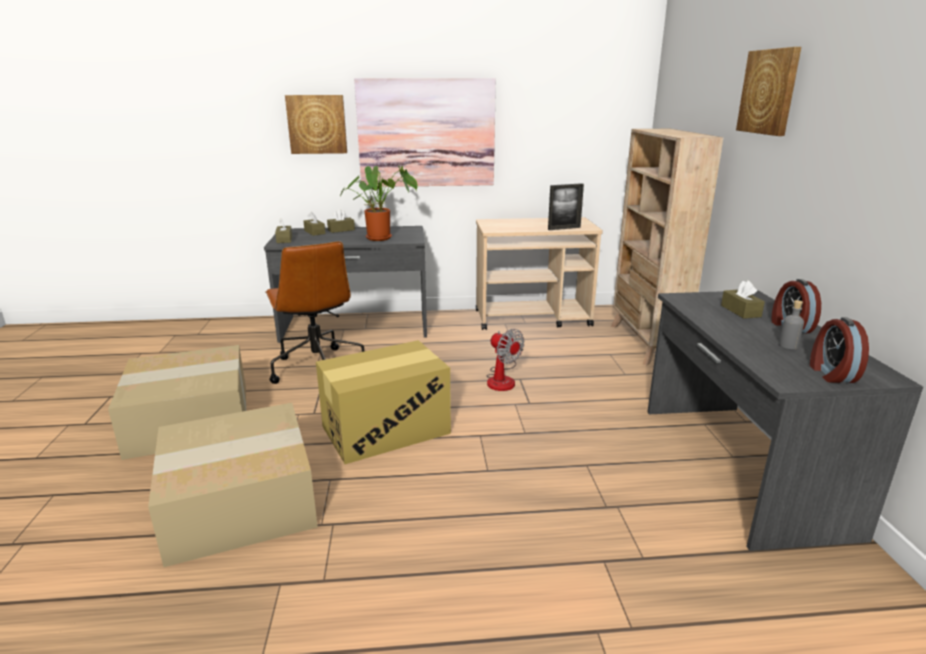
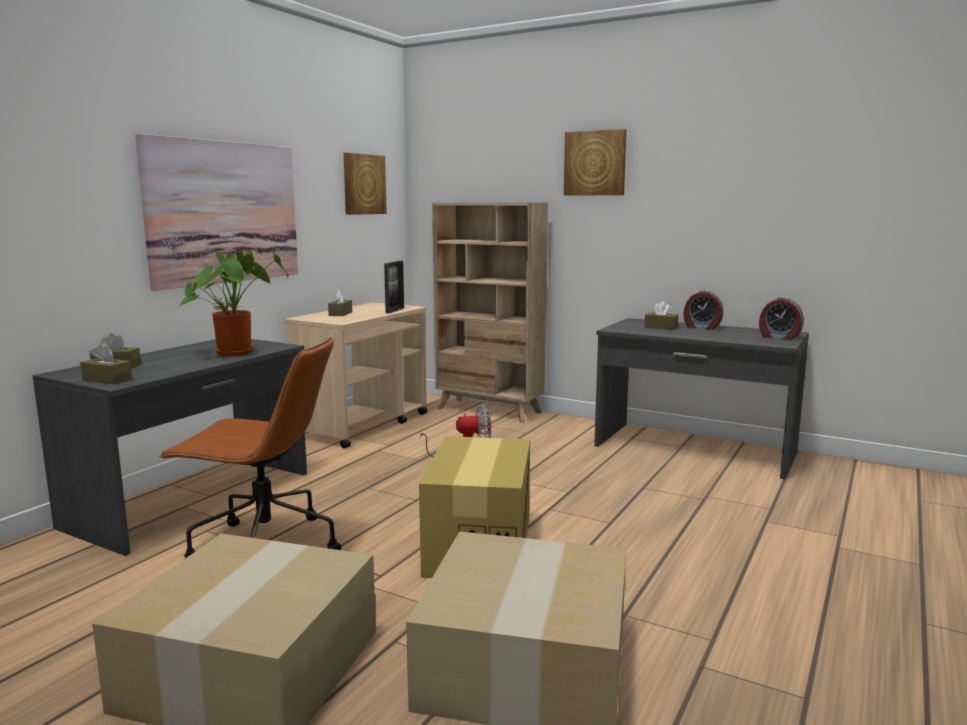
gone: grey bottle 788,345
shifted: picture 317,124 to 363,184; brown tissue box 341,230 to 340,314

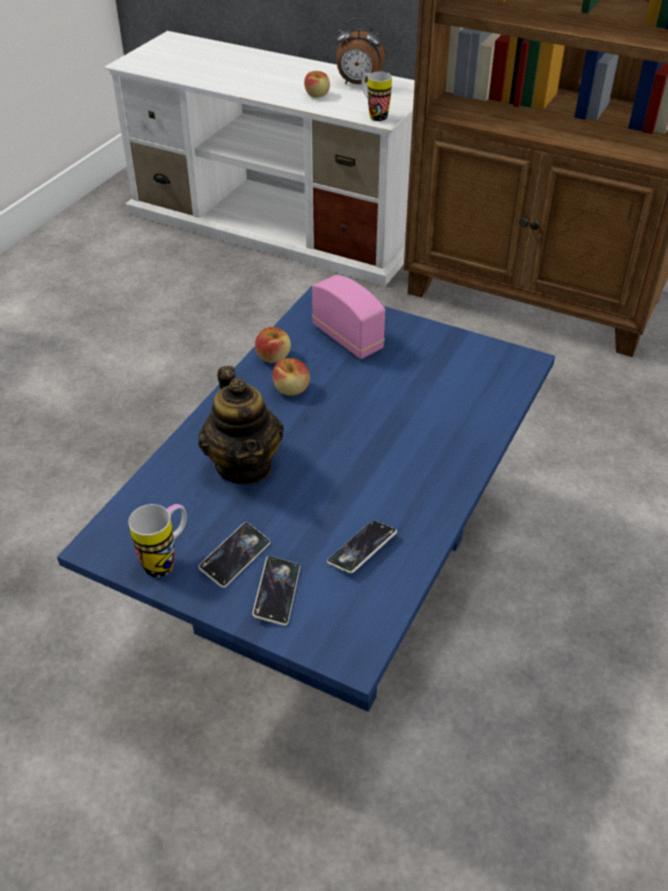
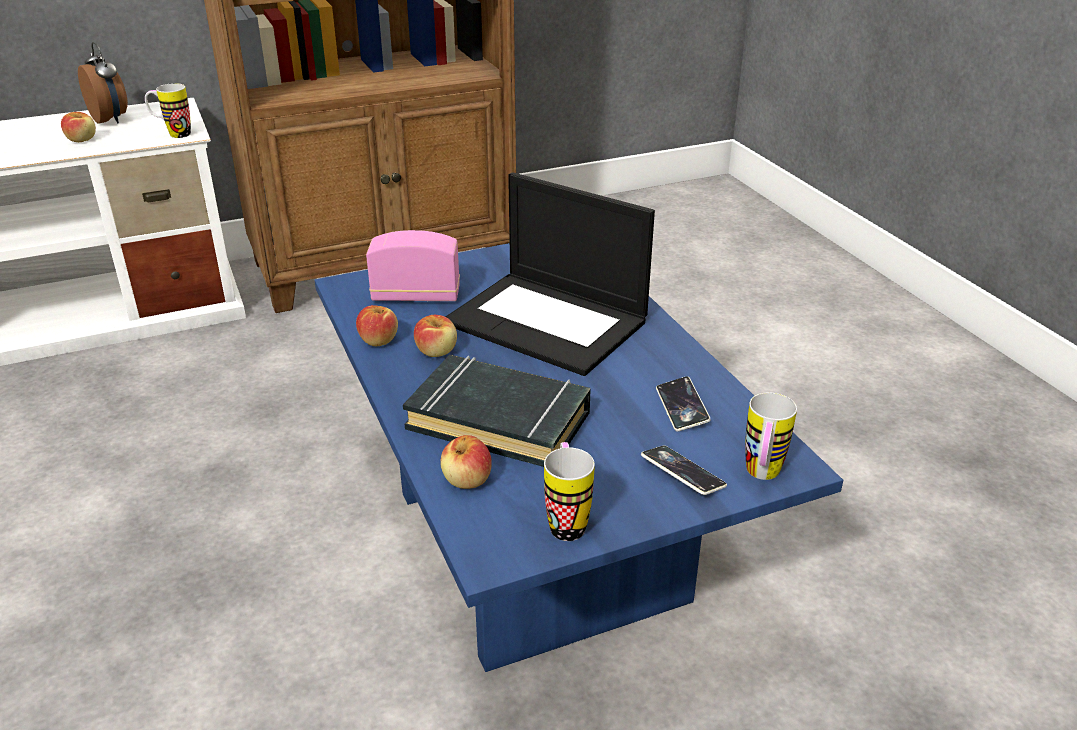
gone: phone 235,558
new: laptop 549,322; mug 761,476; apple 467,480
swapped: teapot 244,465 to black book 499,420
rotated: alarm clock 358,84 = 111,119 90 degrees counterclockwise

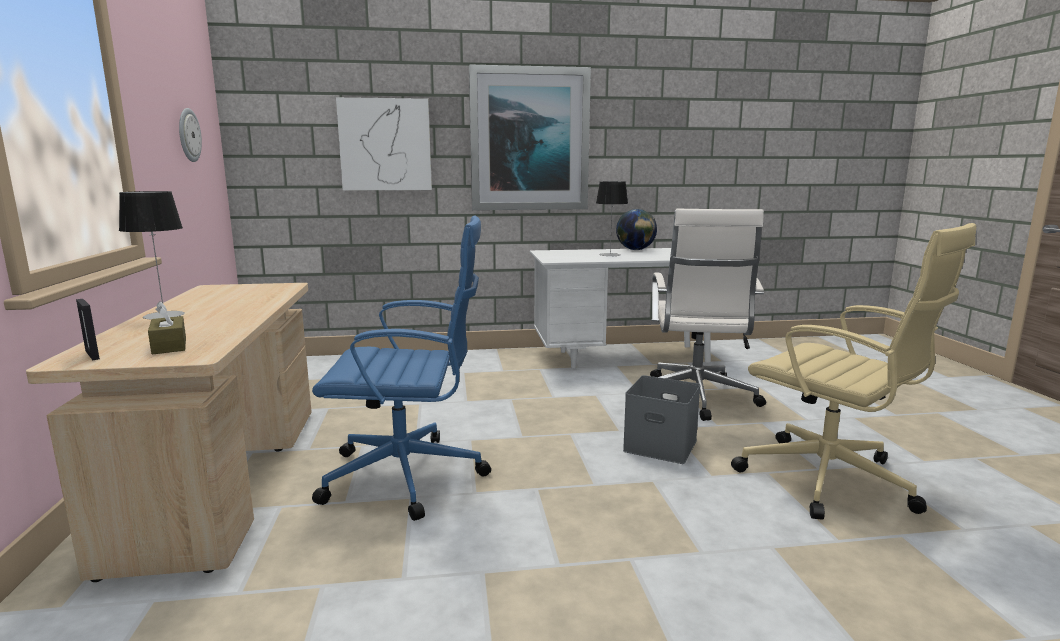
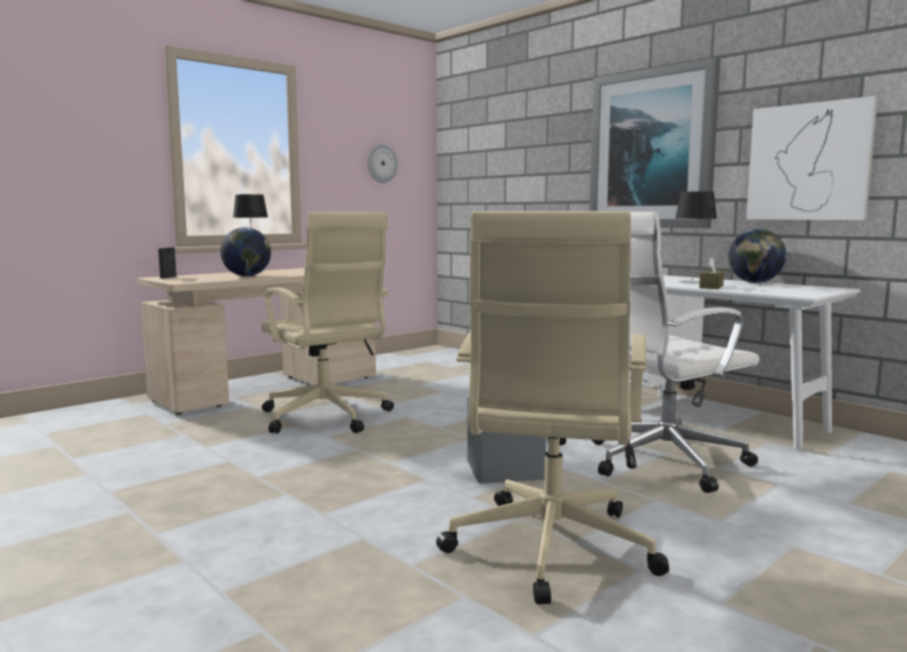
new: globe 247,276
shifted: picture 385,145 to 808,162; brown tissue box 169,345 to 711,287
repainted: blue office chair 409,476 to beige office chair 327,418

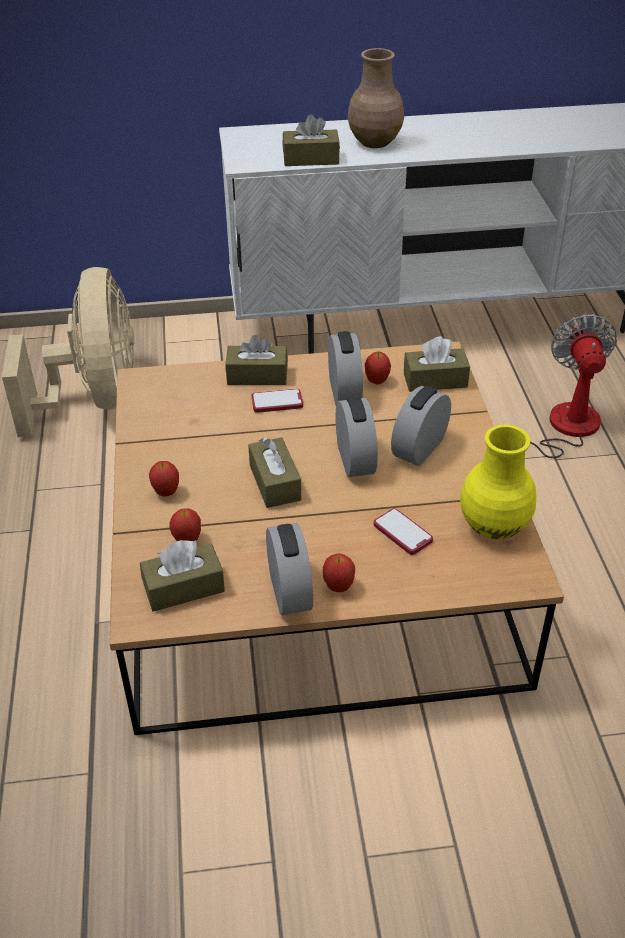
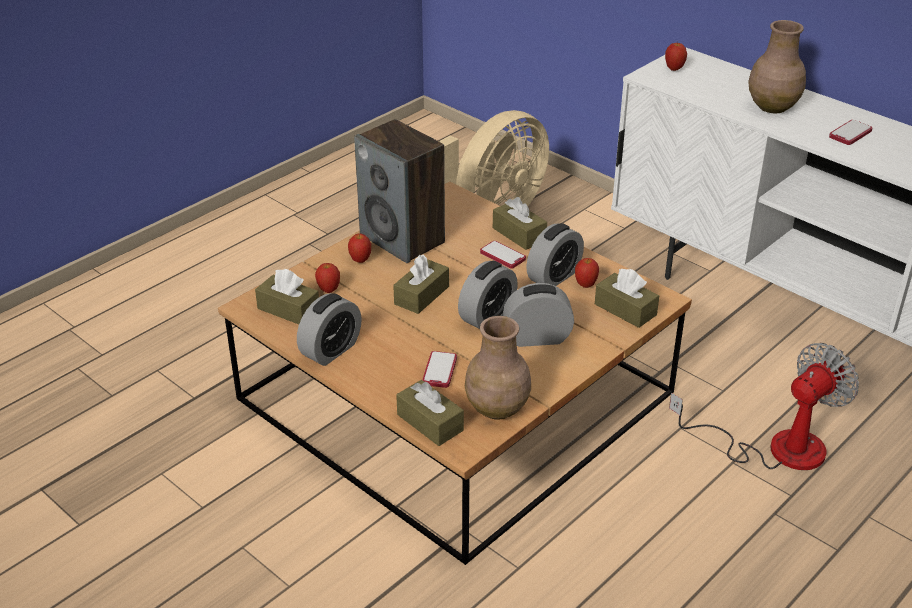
new: speaker 403,239; phone 850,134
shifted: brown tissue box 311,159 to 430,422; apple 338,587 to 674,69
repainted: yellow vase 495,526 to brown vase 497,409

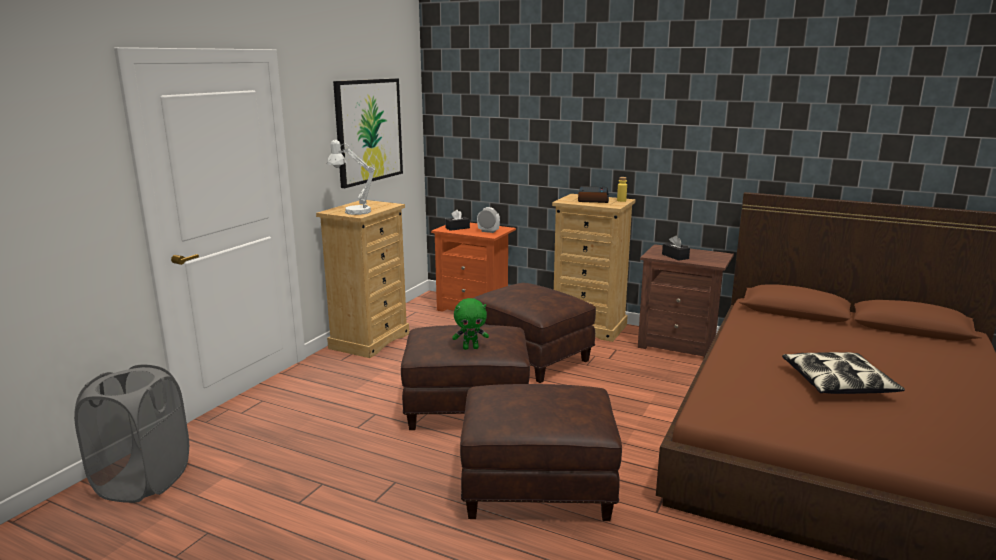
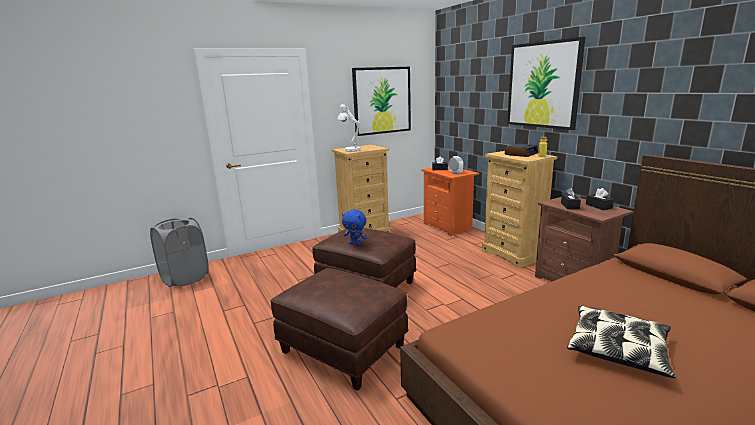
gone: brown ottoman 531,357
new: picture 543,85; black tissue box 598,206
repainted: green plush toy 471,348 to blue plush toy 355,244

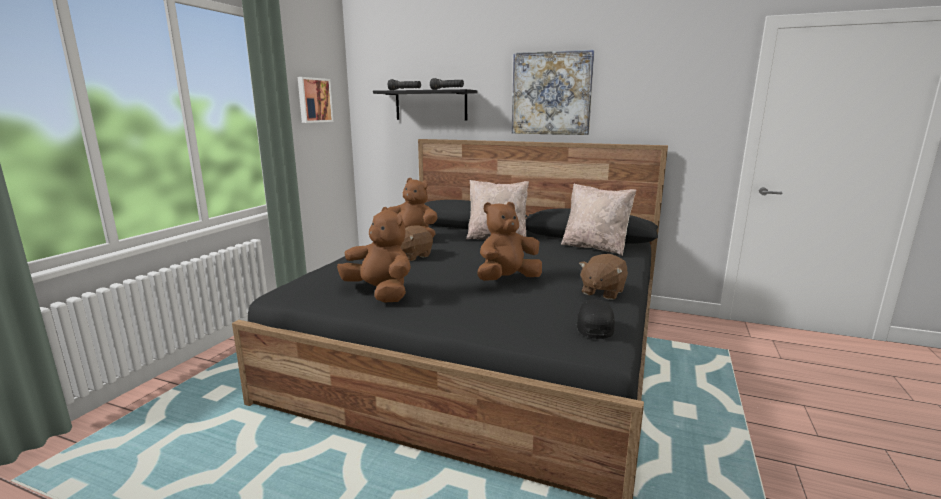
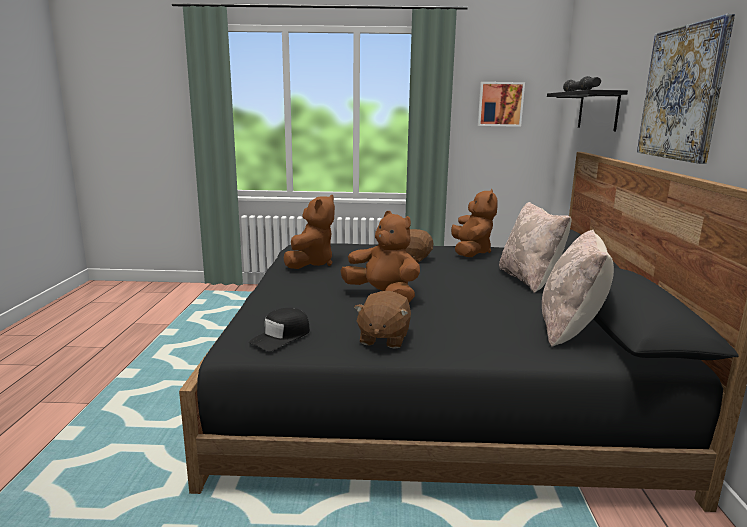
rotated: brown plush toy 602,292 = 383,338 90 degrees counterclockwise; black cap 594,325 = 281,337 135 degrees clockwise

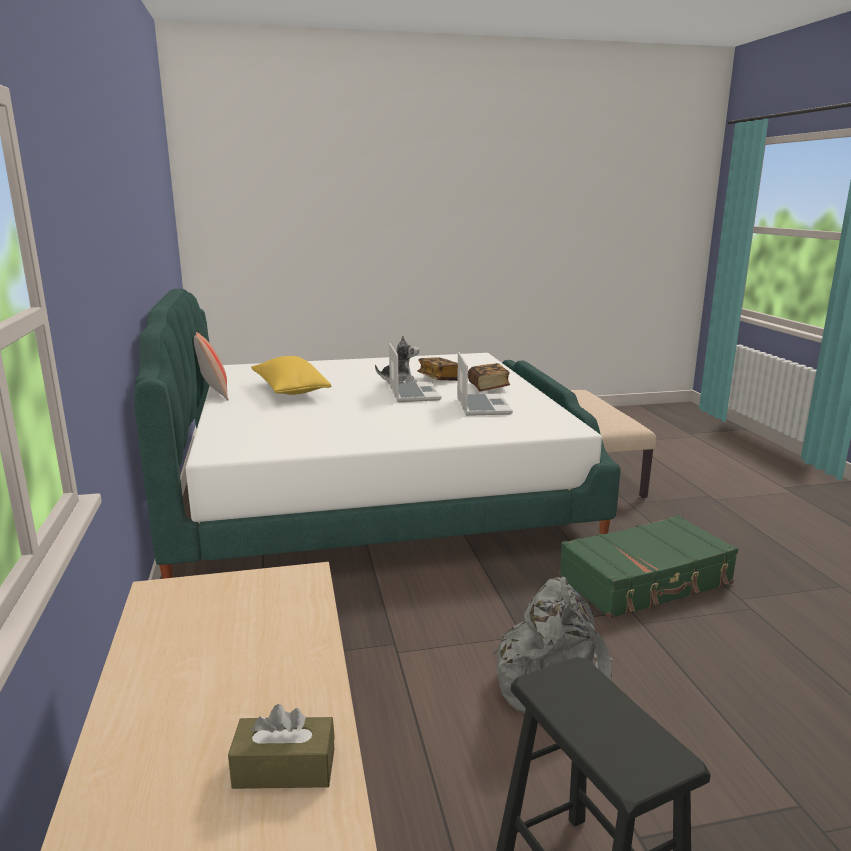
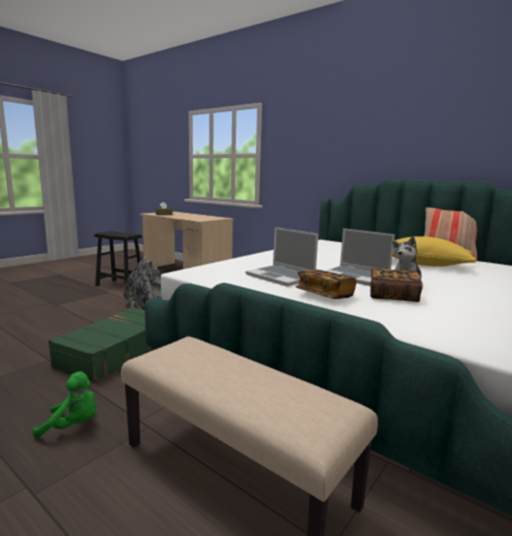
new: green plush toy 73,426

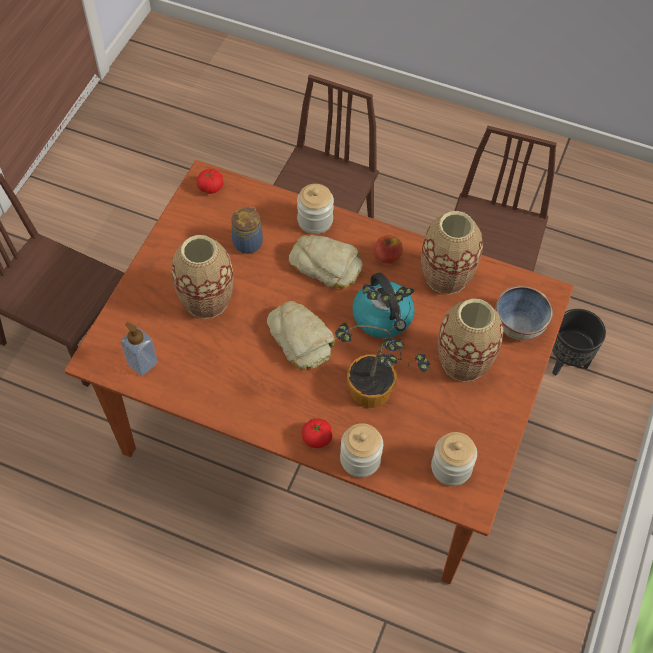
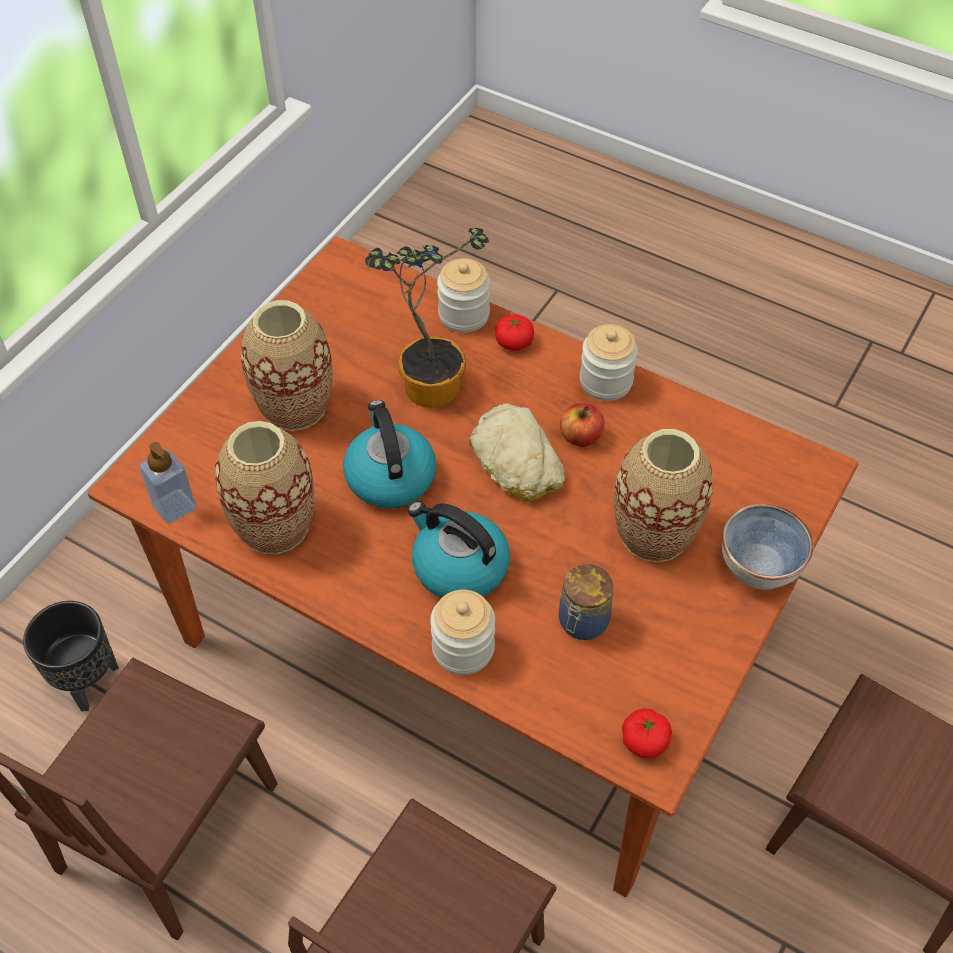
shifted: apple 387,256 to 580,436; bowl 519,325 to 758,566; soap dispenser 142,363 to 174,506; jar 451,468 to 605,381
swapped: bread 326,265 to kettle 458,567

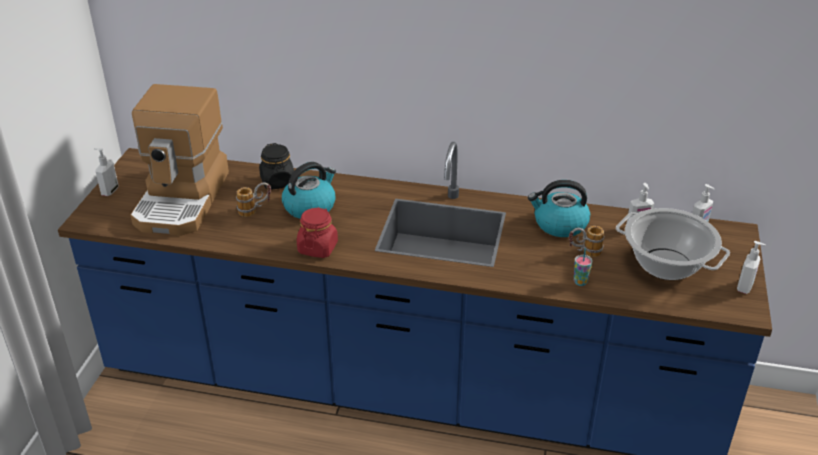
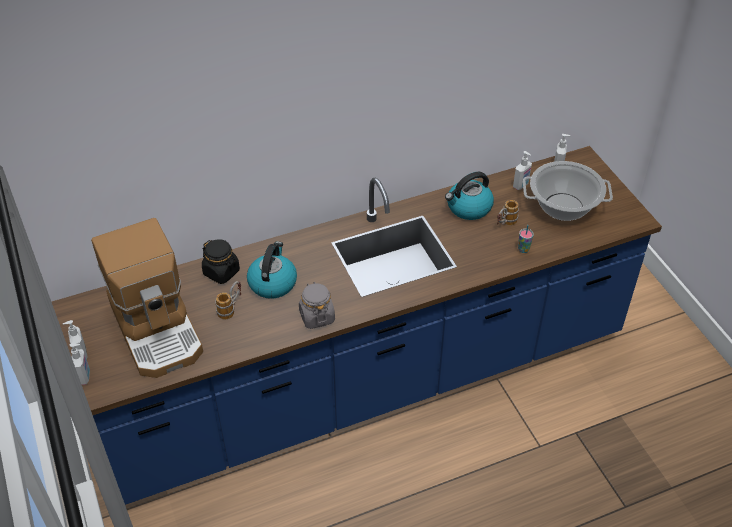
shifted: soap dispenser 745,287 to 84,377
repainted: red jar 318,248 to grey jar 317,316

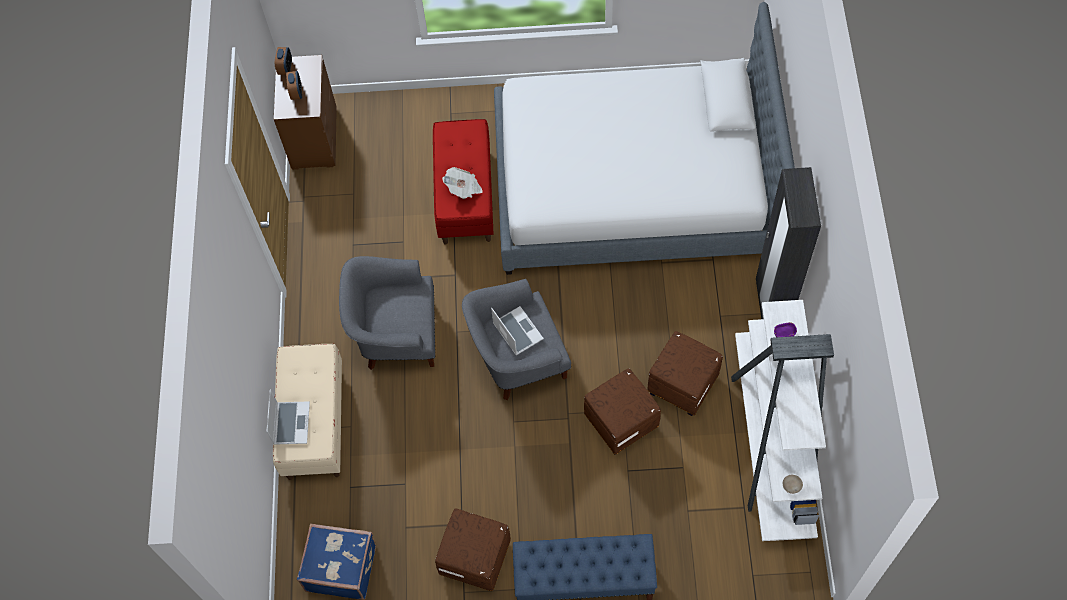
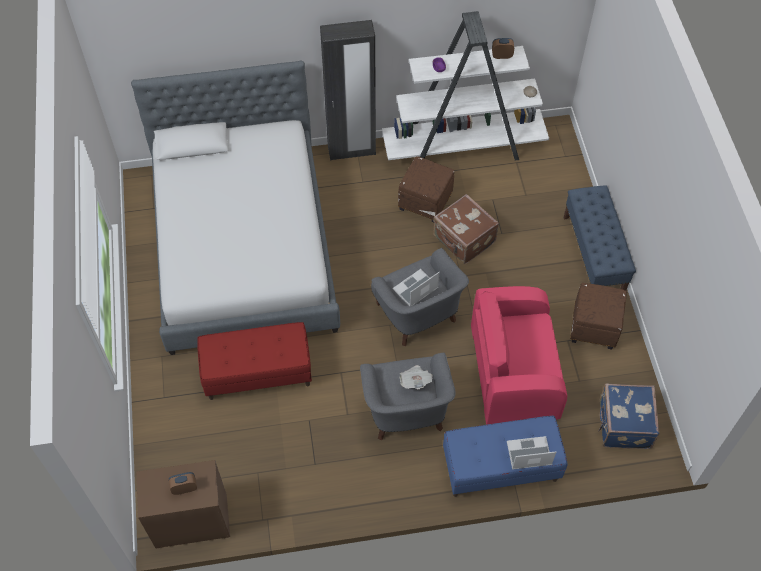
new: pink armchair 512,372
shifted: alarm clock 285,68 to 502,56; newspaper 463,188 to 415,381
swapped: brown ottoman 621,423 to brown suitcase 463,240
repainted: beige bench 314,423 to blue bench 500,468

